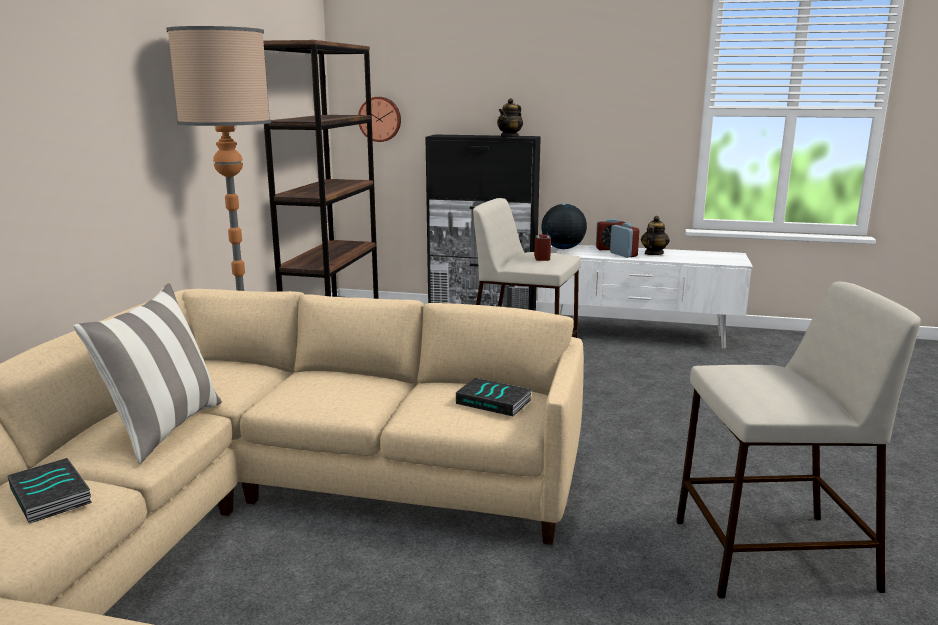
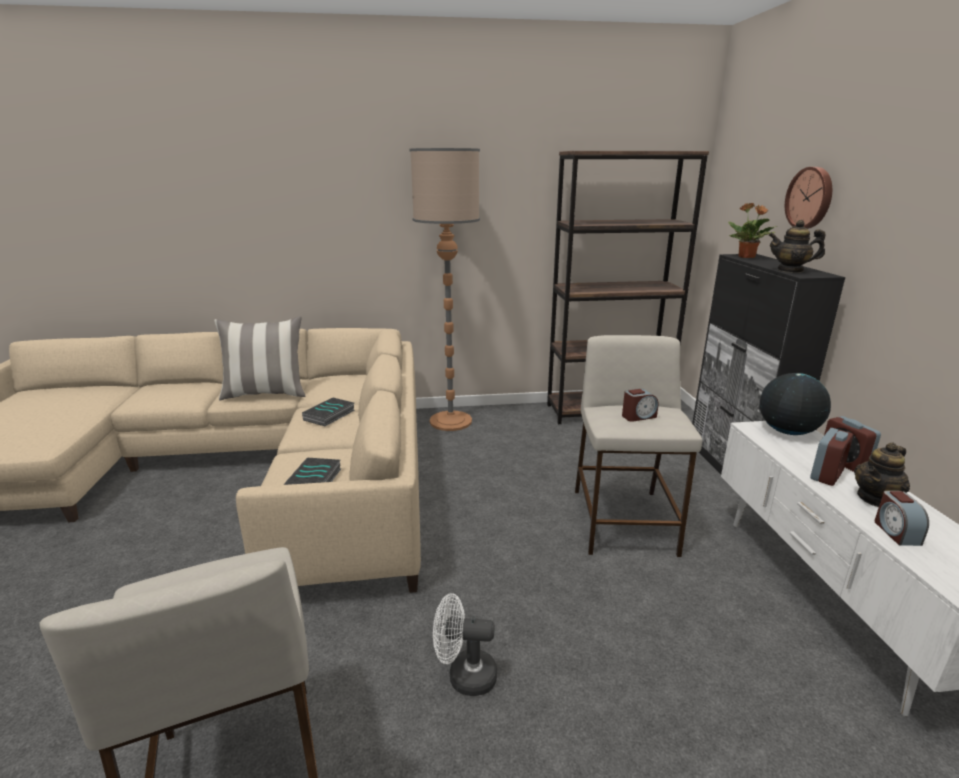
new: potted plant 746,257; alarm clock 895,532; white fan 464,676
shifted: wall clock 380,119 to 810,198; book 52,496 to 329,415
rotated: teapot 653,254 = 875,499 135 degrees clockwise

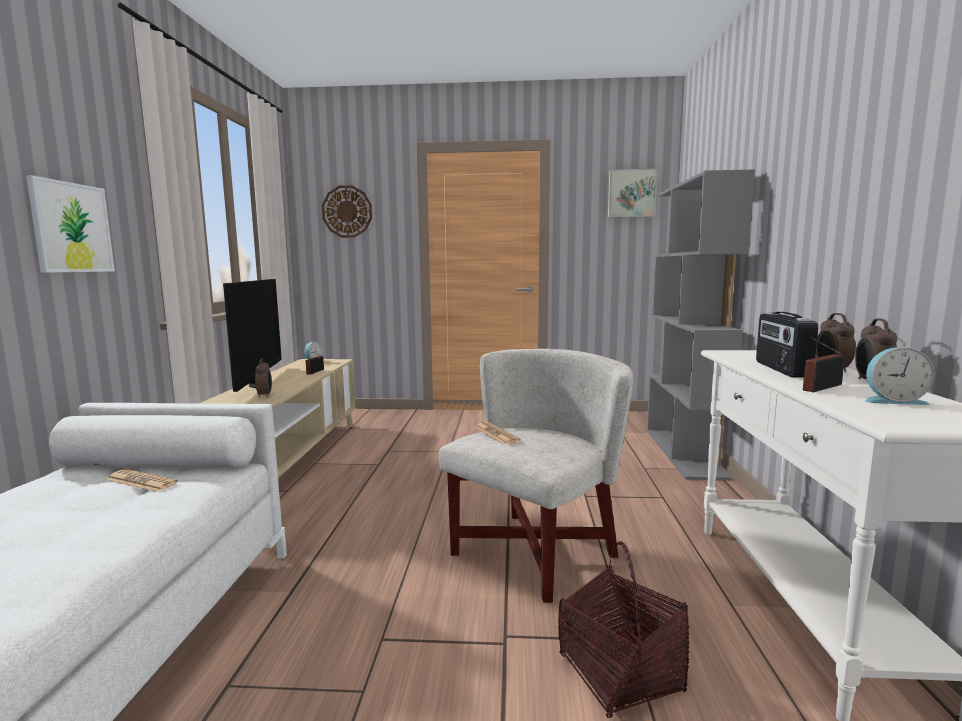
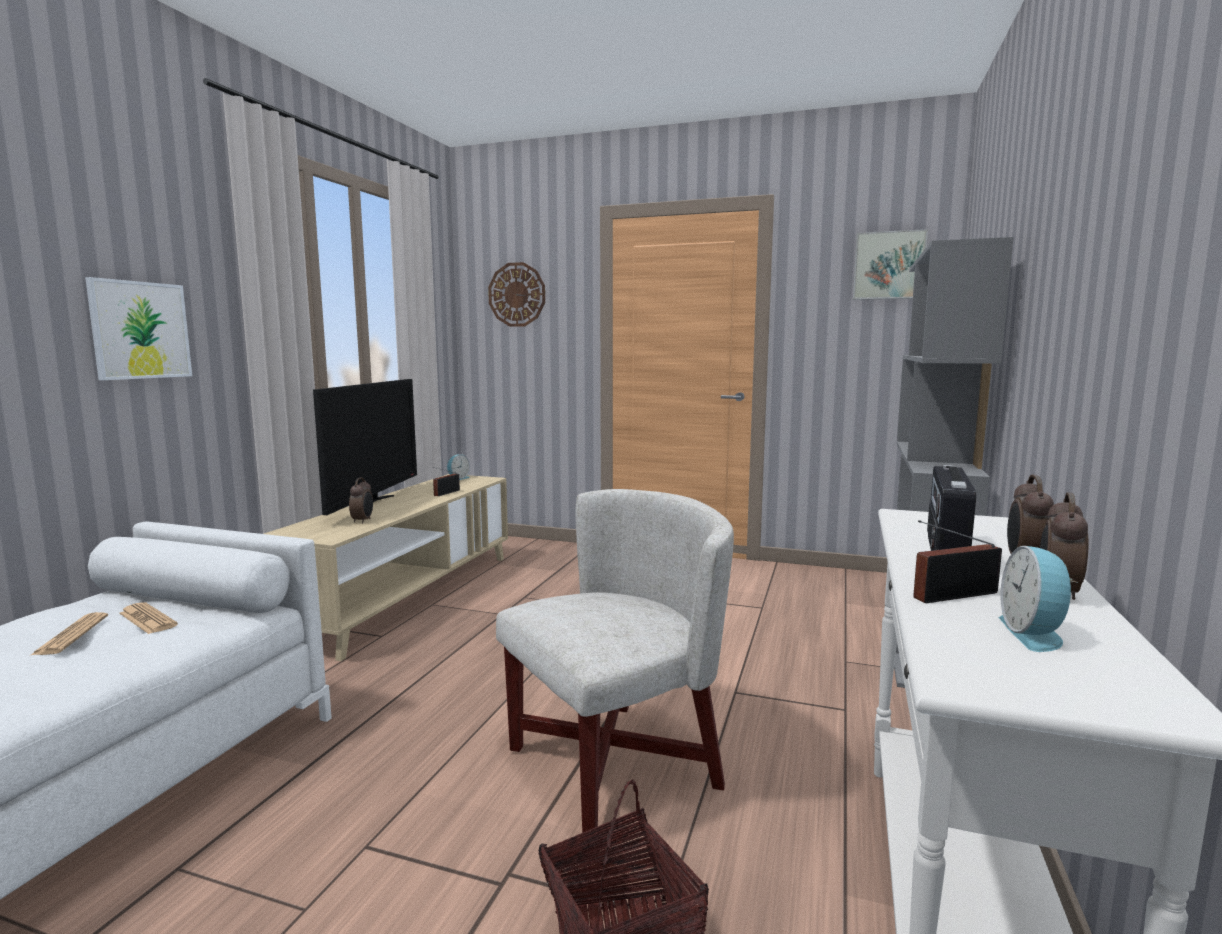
shifted: newspaper 496,434 to 71,635
rotated: alarm clock 892,400 = 1034,634 75 degrees clockwise

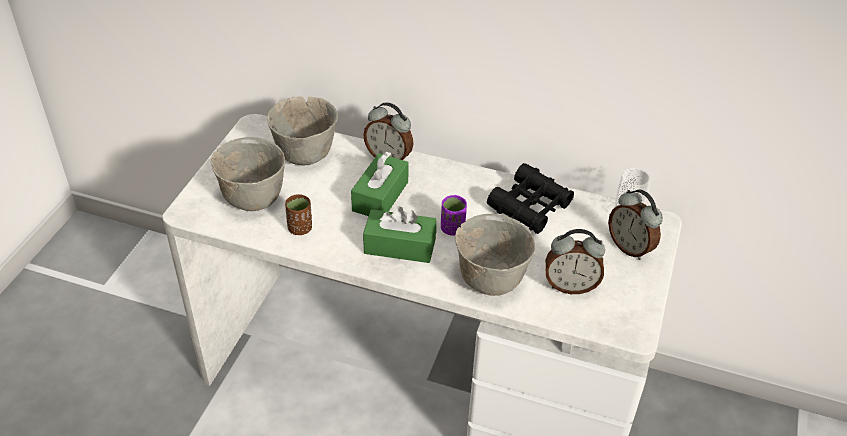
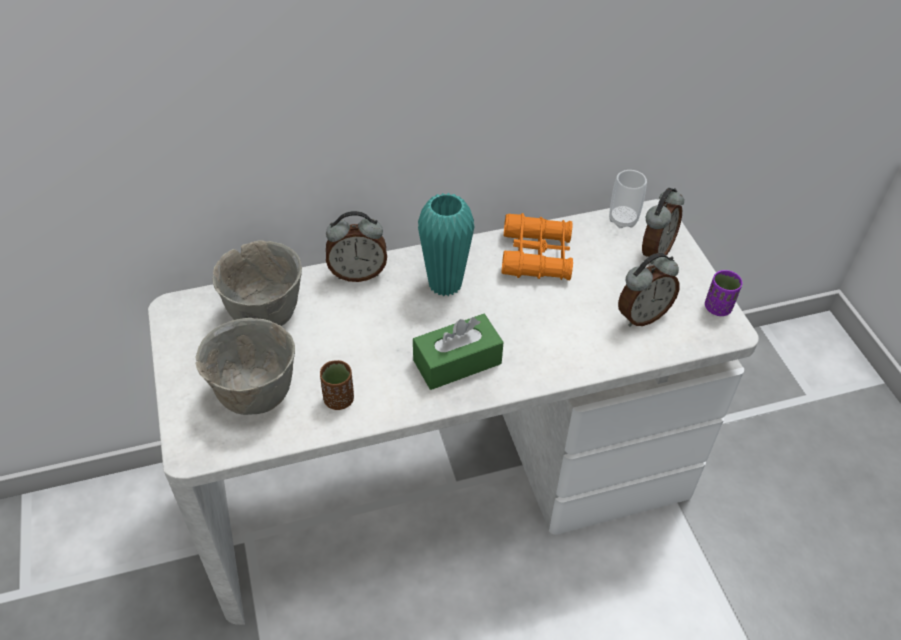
gone: green tissue box 380,196; grey bowl 489,280
new: turquoise vase 445,284
shifted: purple cup 452,229 to 718,308
repainted: black binoculars 530,206 to orange binoculars 537,256
rotated: alarm clock 630,247 = 654,251 75 degrees counterclockwise

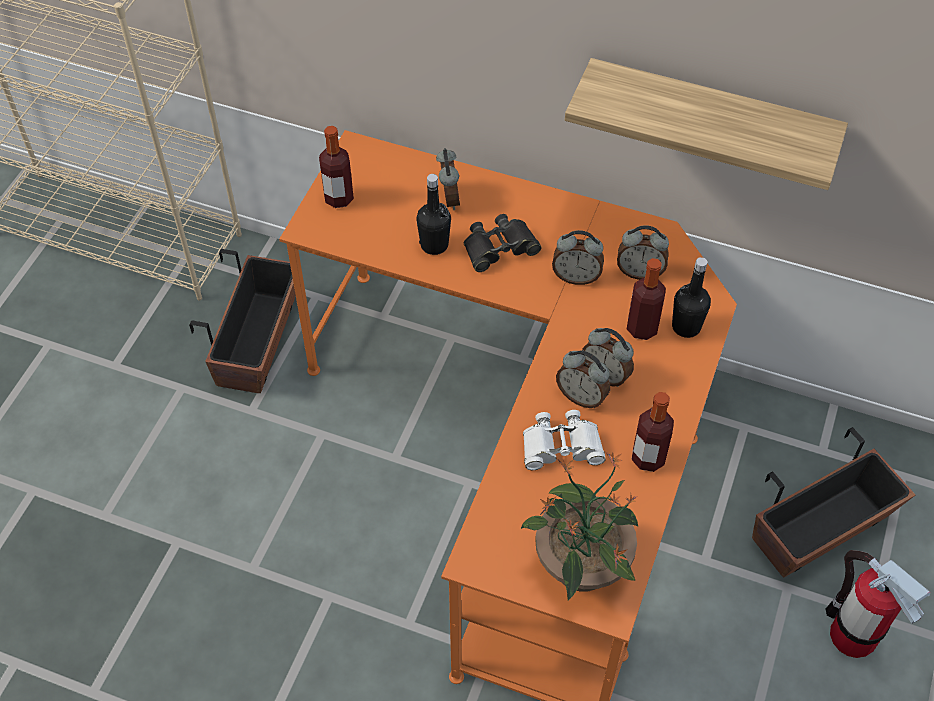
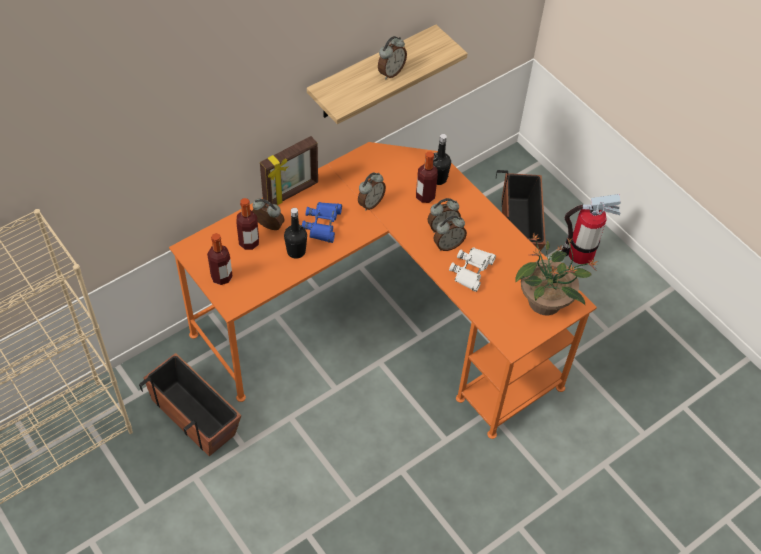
new: picture frame 291,193
shifted: alarm clock 640,272 to 390,72; bottle 648,458 to 249,242
repainted: black binoculars 499,247 to blue binoculars 323,224

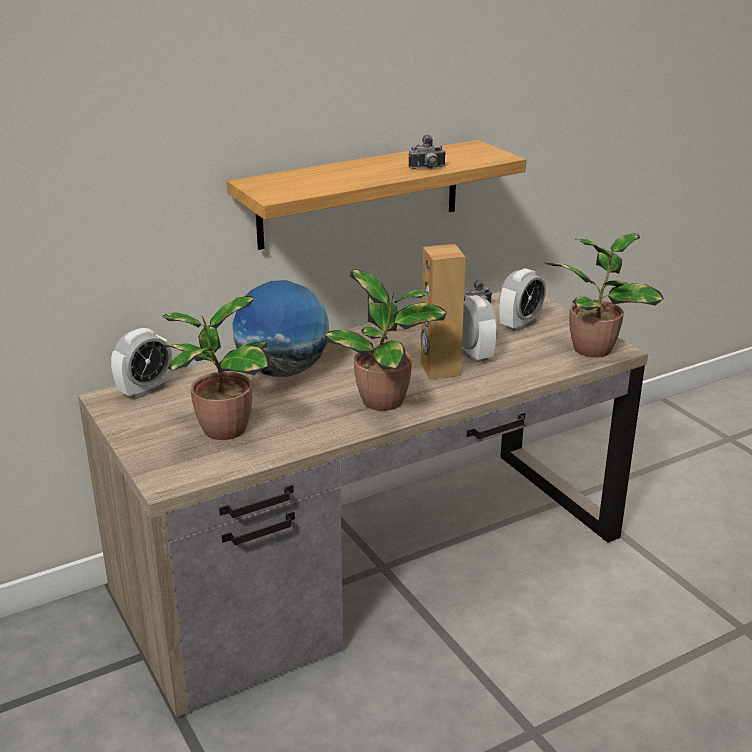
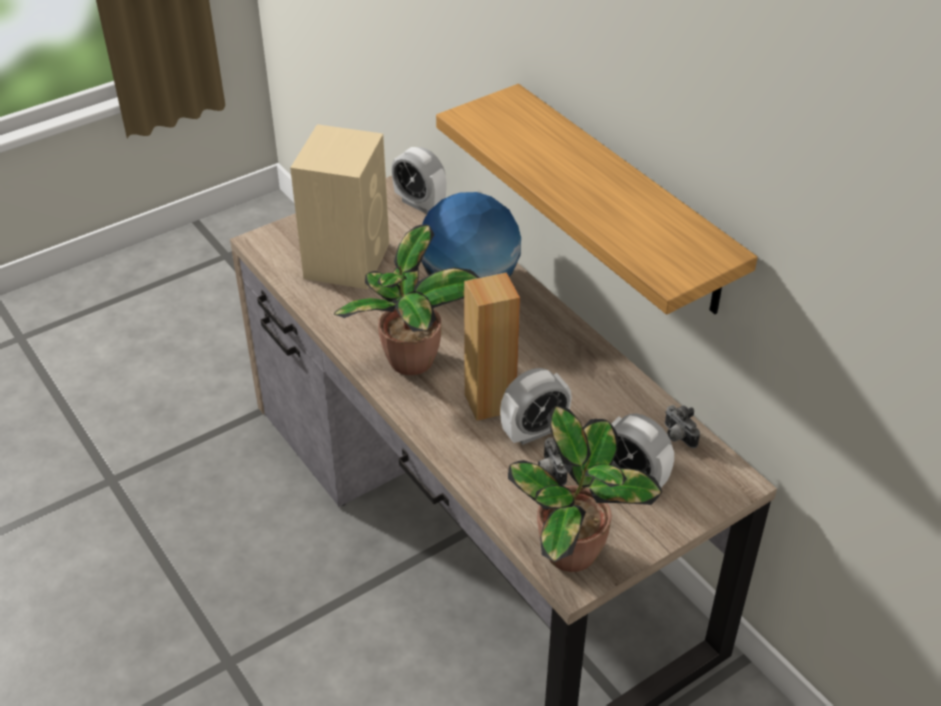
shifted: photo camera 427,168 to 550,470
swapped: potted plant 221,430 to beige speaker 348,259

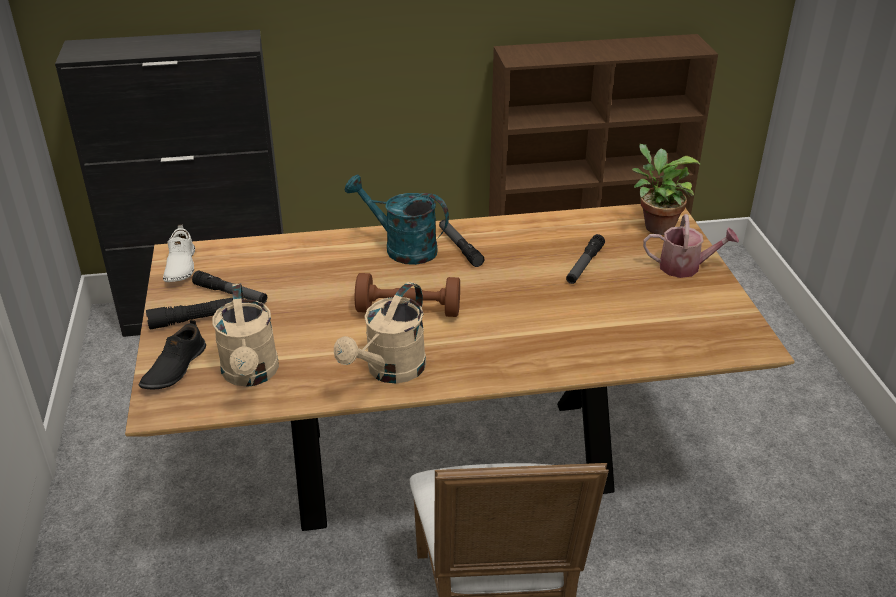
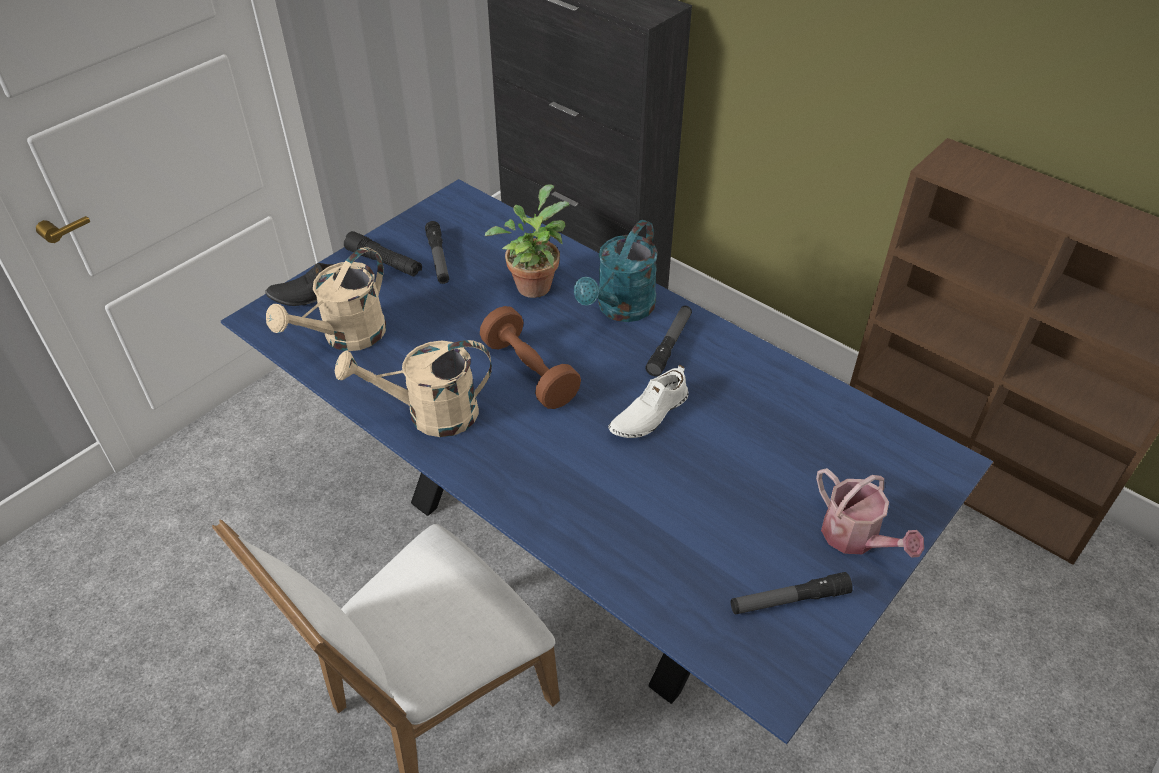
shifted: potted plant 655,226 to 533,283; white shoe 180,266 to 648,414; flashlight 584,265 to 789,600
repainted: brown dining table 448,461 to blue dining table 579,544
rotated: turquoise watering can 402,248 = 620,310 135 degrees counterclockwise

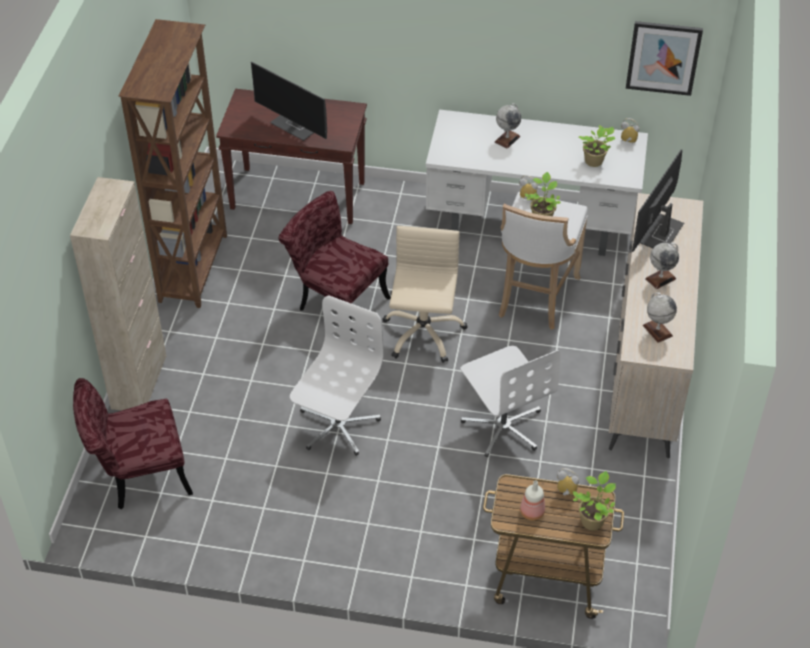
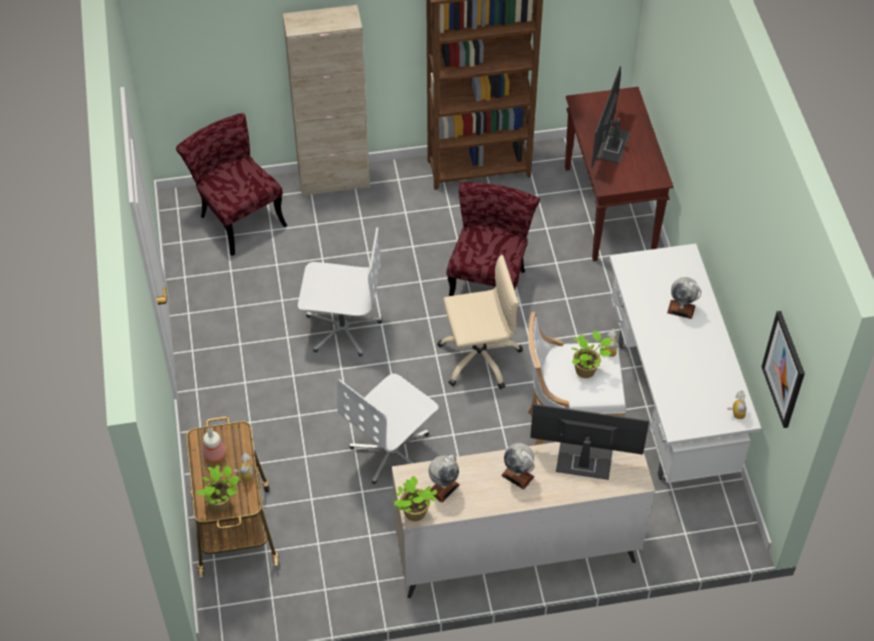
shifted: potted plant 595,162 to 414,514

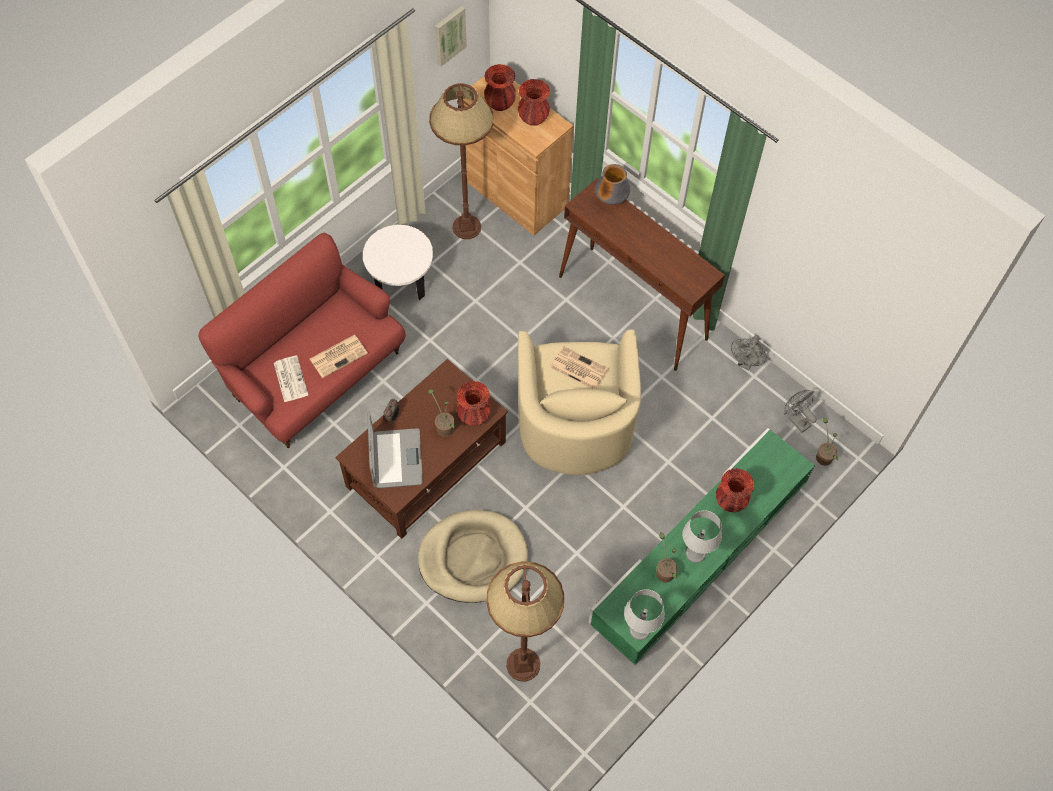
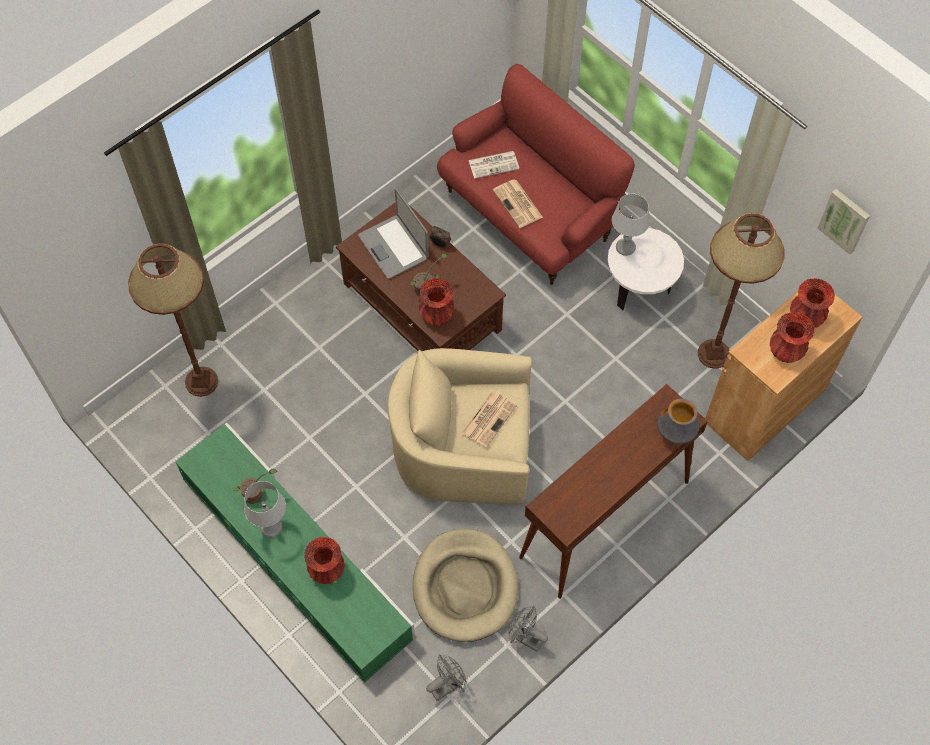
gone: potted plant 824,455
shifted: beige dog bed 473,558 to 465,587; grey table lamp 640,630 to 625,247
rotated: laptop 396,459 = 394,247 60 degrees clockwise

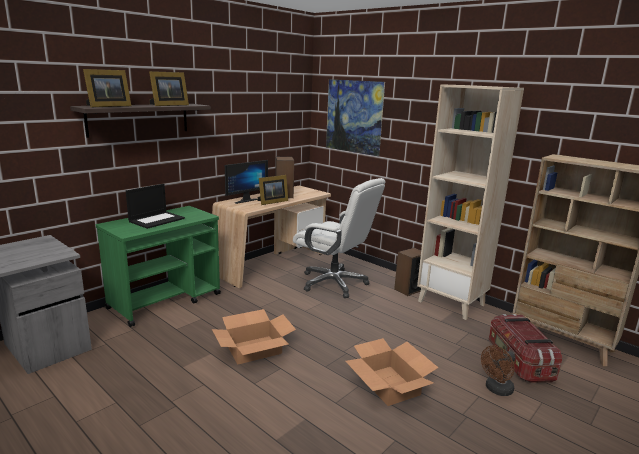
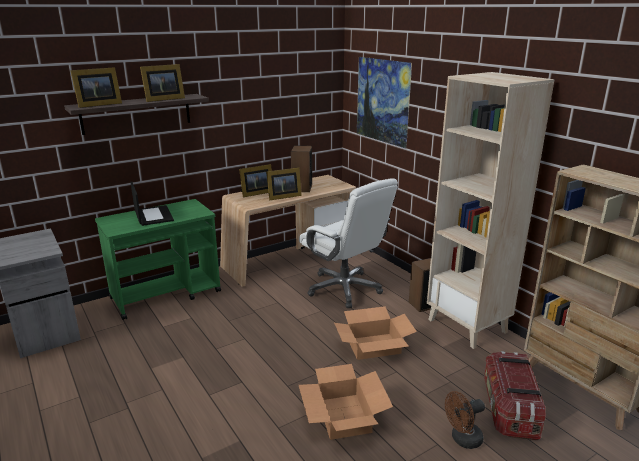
shifted: cardboard box 254,349 to 374,346
swapped: monitor 244,200 to picture frame 255,193
rotated: laptop 157,220 = 153,215 75 degrees counterclockwise

